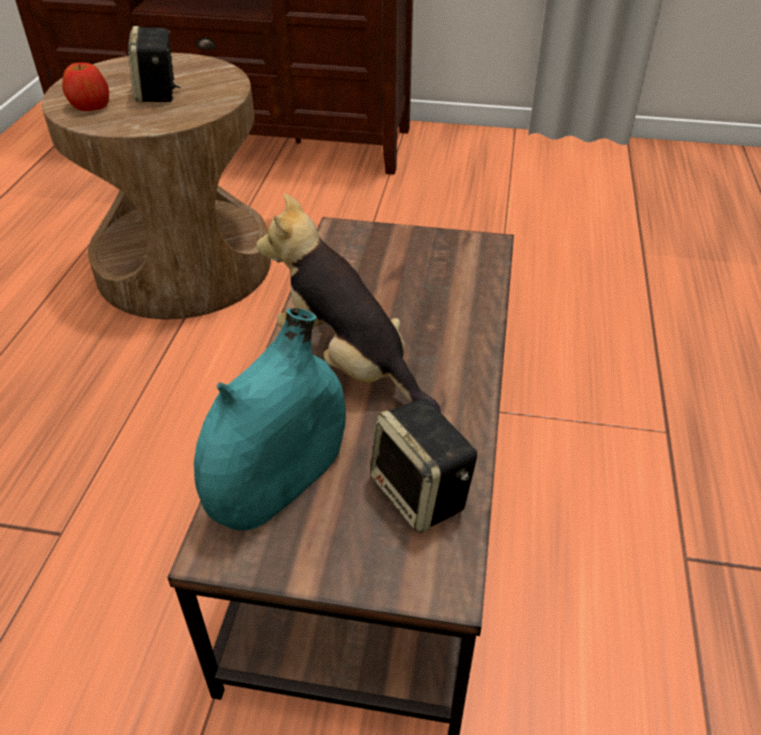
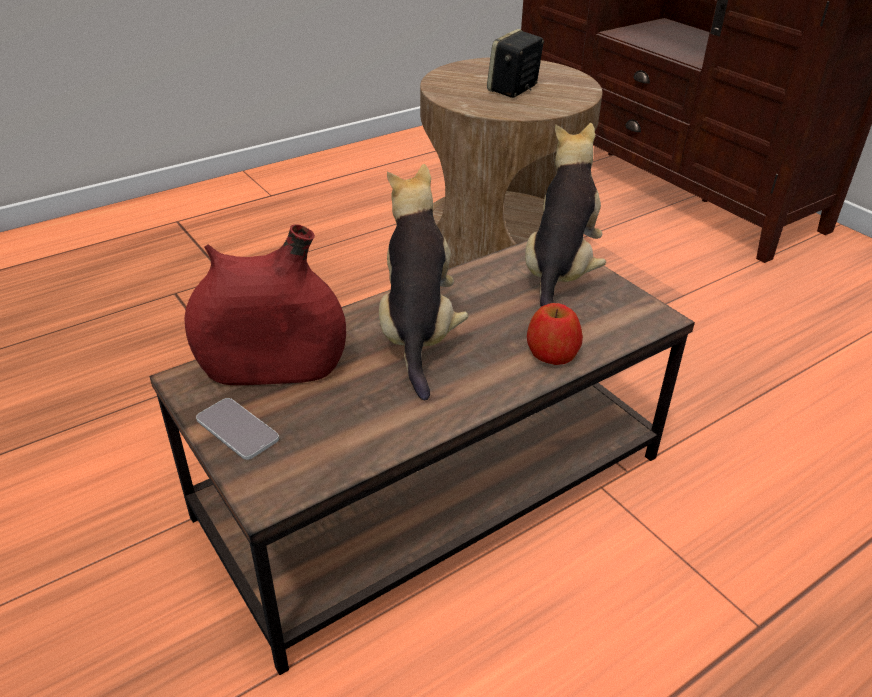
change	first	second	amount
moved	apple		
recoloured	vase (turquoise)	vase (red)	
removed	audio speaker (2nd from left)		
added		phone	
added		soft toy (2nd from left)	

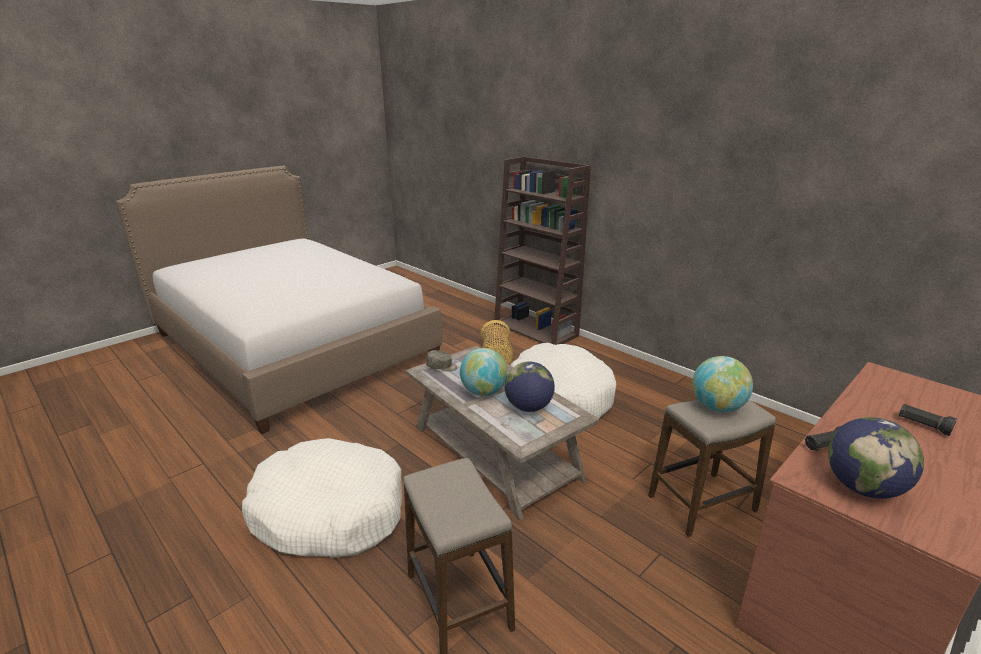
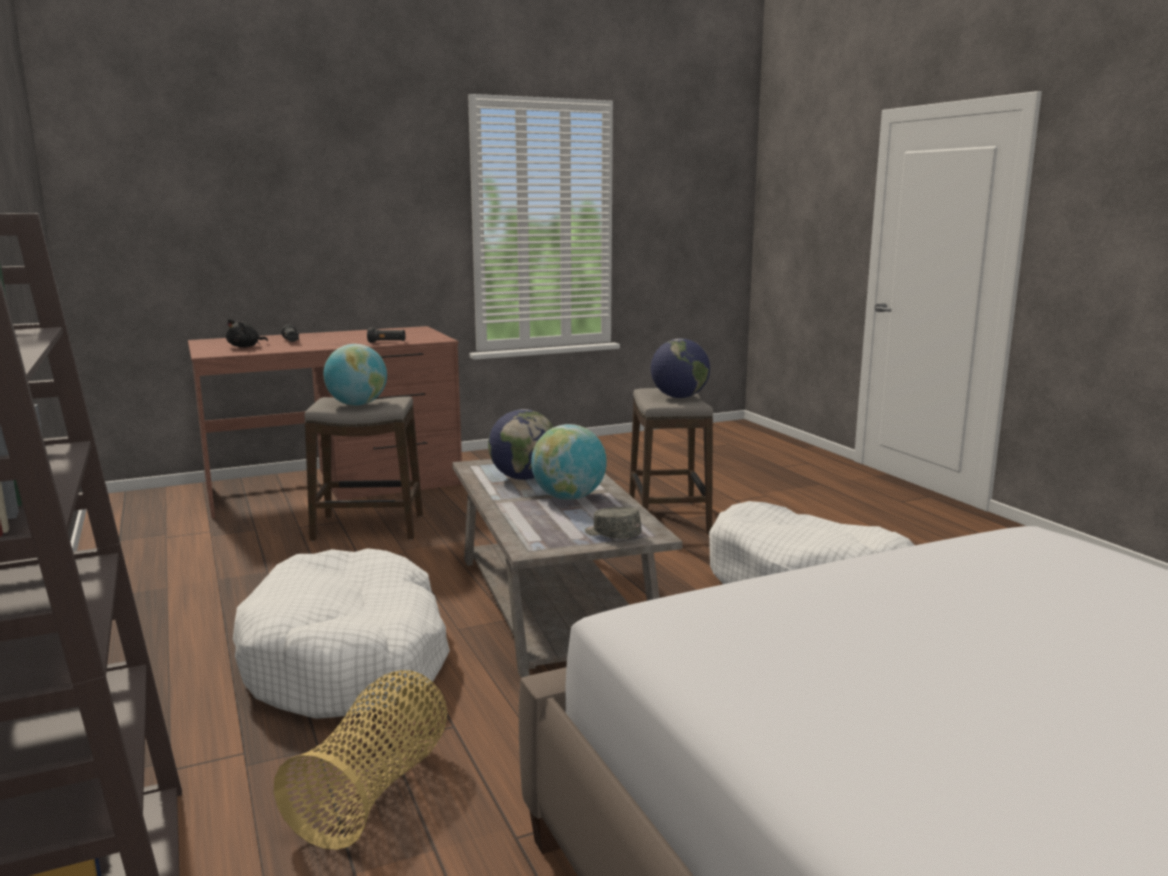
change	first	second	amount
moved	globe (4th from left)		
added		soft toy (blackish)	

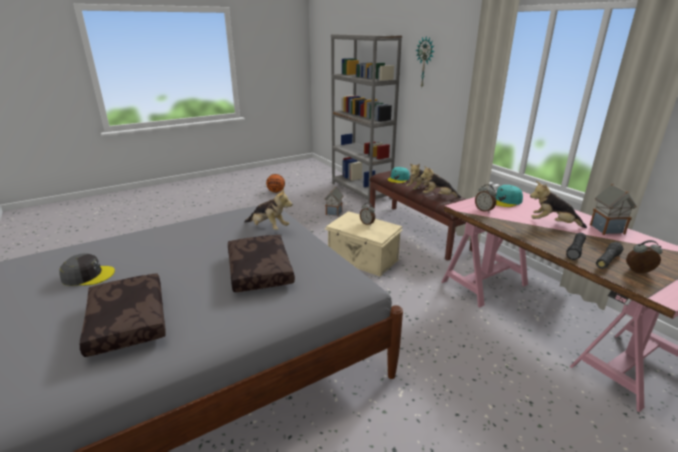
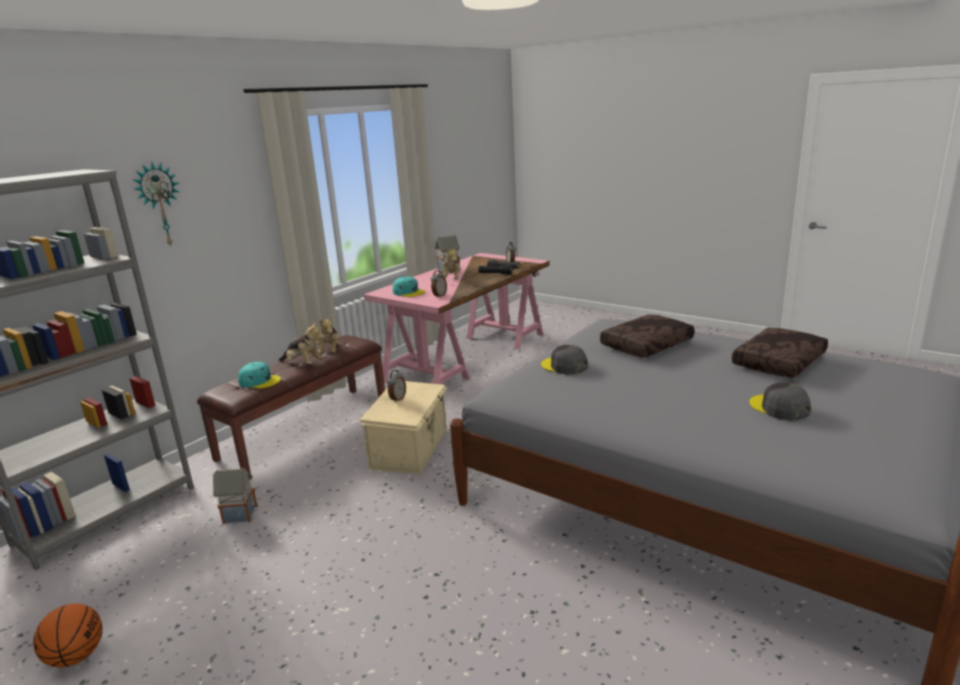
change	first	second	amount
replaced	soft toy (1st from left)	baseball cap (greyish) (1st from left)	

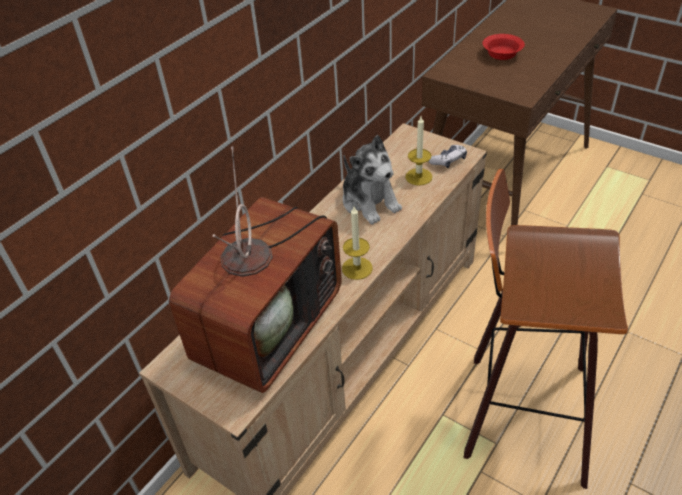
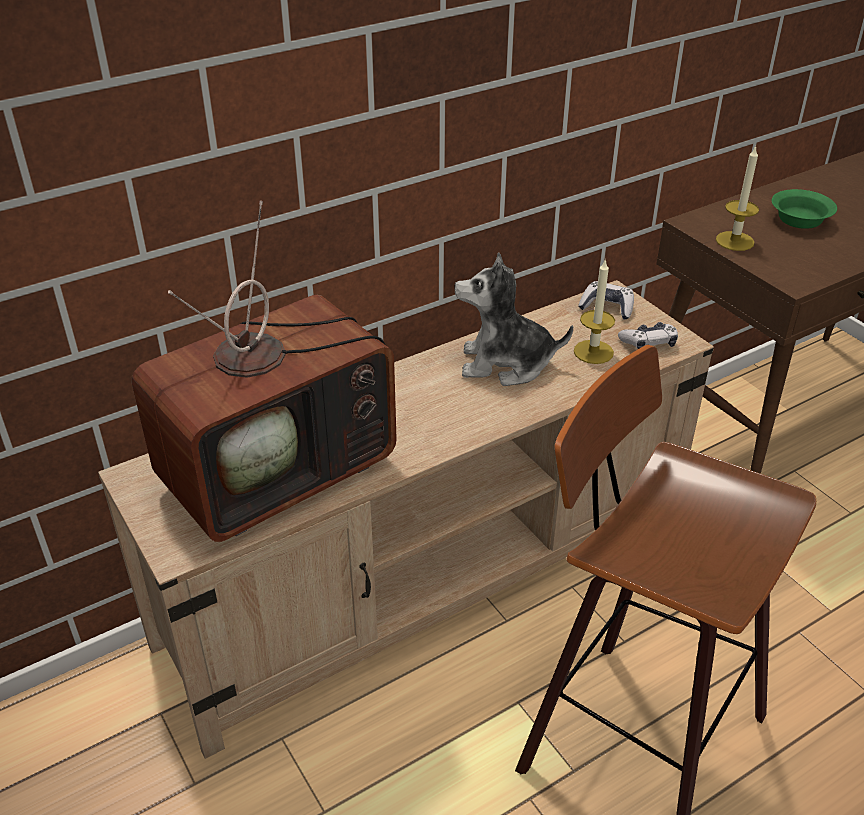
change	first	second	amount
moved	wax light (1st from left in the first image)	wax light (2nd from left)	
turned	soft toy		105 degrees clockwise
recoloured	serving bowl (red)	serving bowl (greenish)	
added		game controller (1st from left)	

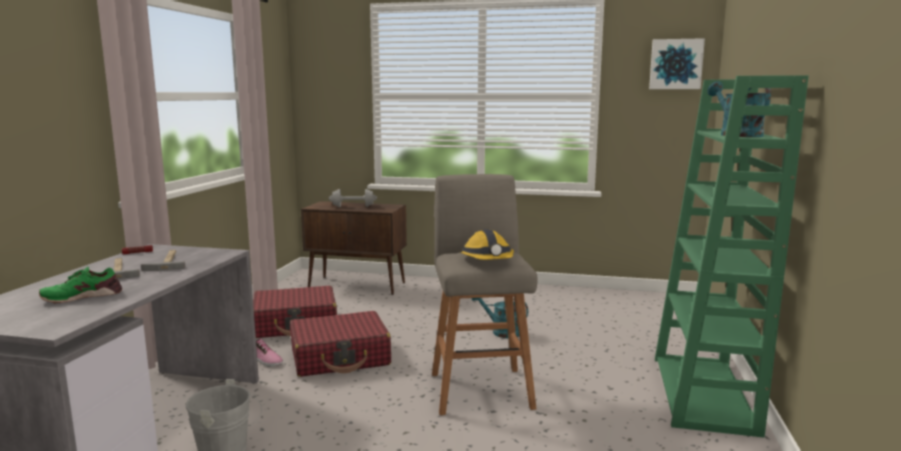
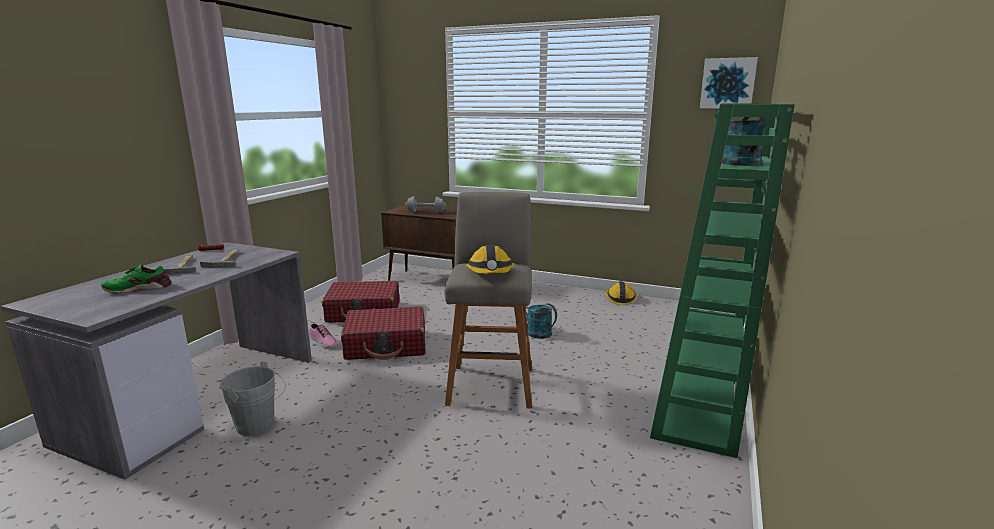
change	first	second	amount
added		work helmet (2nd from left)	

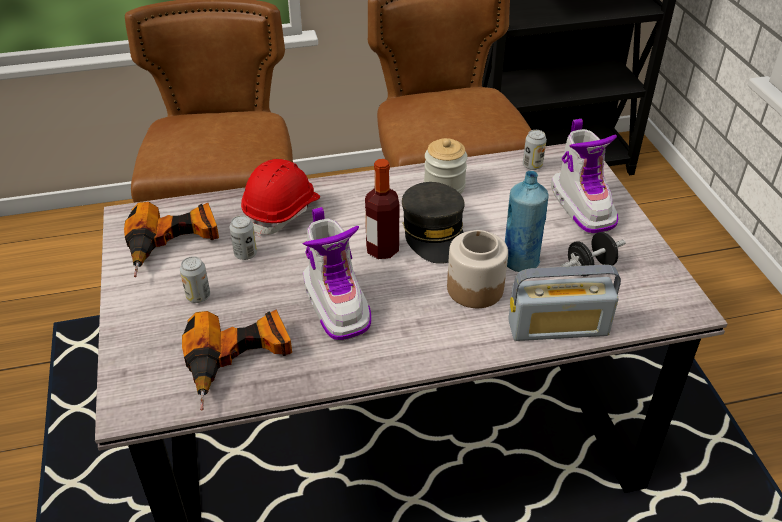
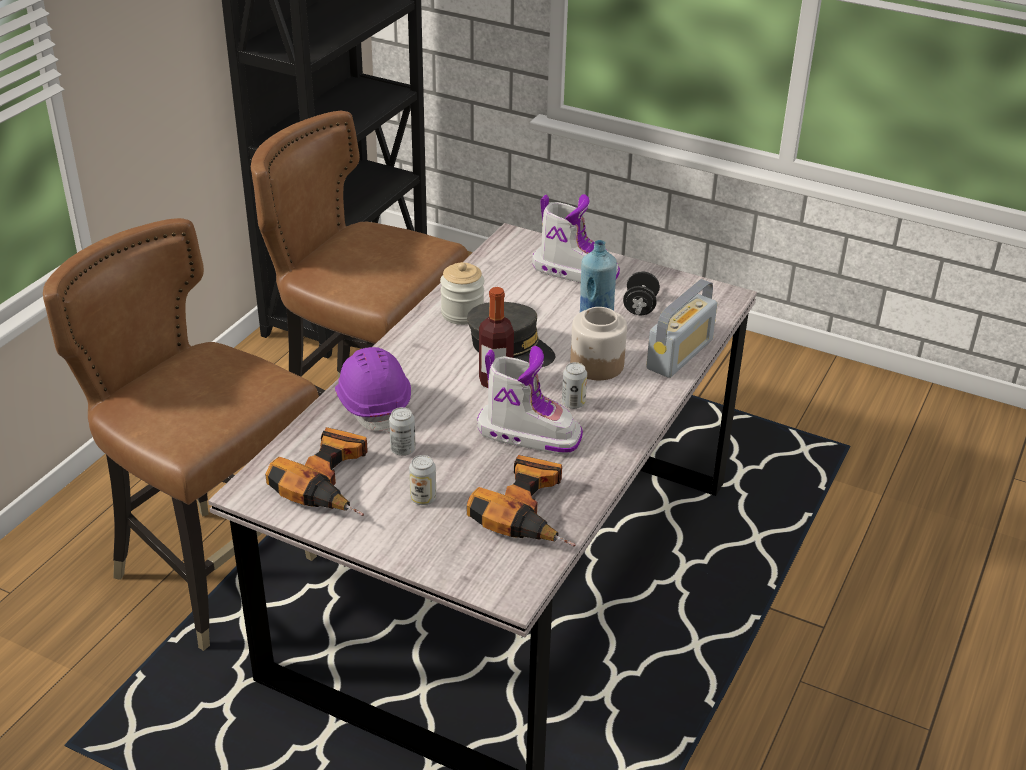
change	first	second	amount
recoloured	work helmet (red)	work helmet (purple)	
moved	metal can (3rd from left)		

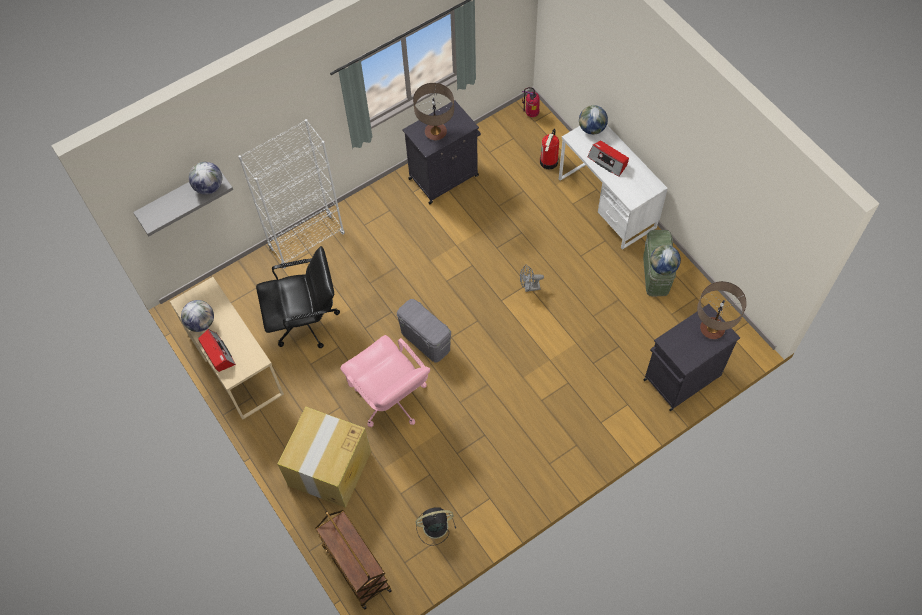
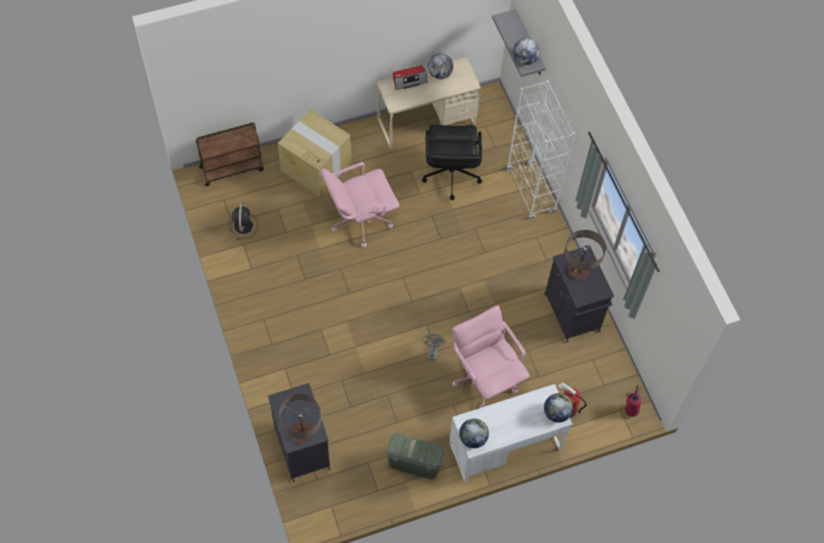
change	first	second	amount
removed	storage container (greyish)		
removed	radio (2nd from left)		
moved	globe (4th from left in the first image)	globe (2nd from left)	
added		office chair (pink) (2nd from left)	

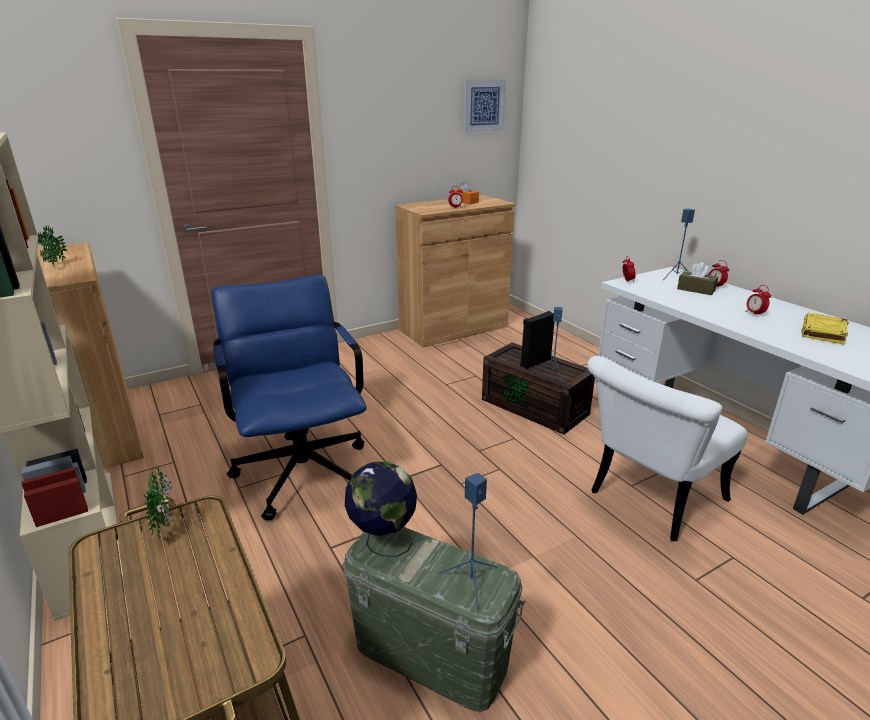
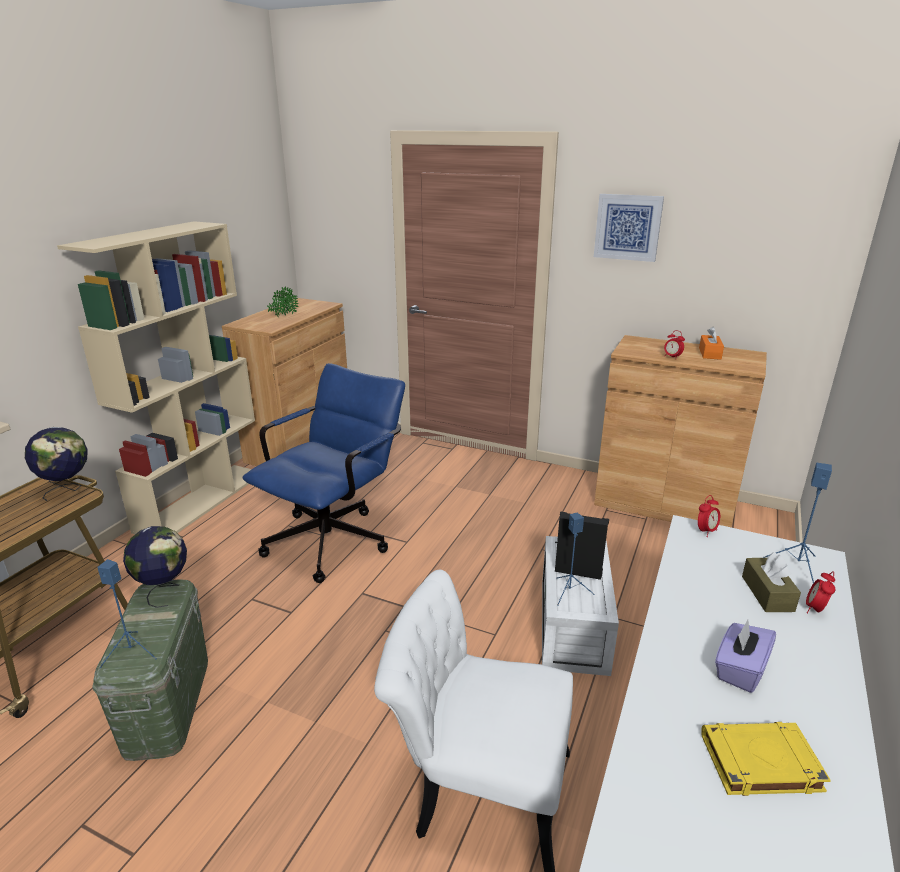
change	first	second	amount
replaced	plant in a pot (2nd from left)	globe (1st from left)	
moved	wall picture		
recoloured	storage container (brown-coloured)	storage container (white-coloured)	
replaced	table clock (4th from left)	box of tissues (purple)	

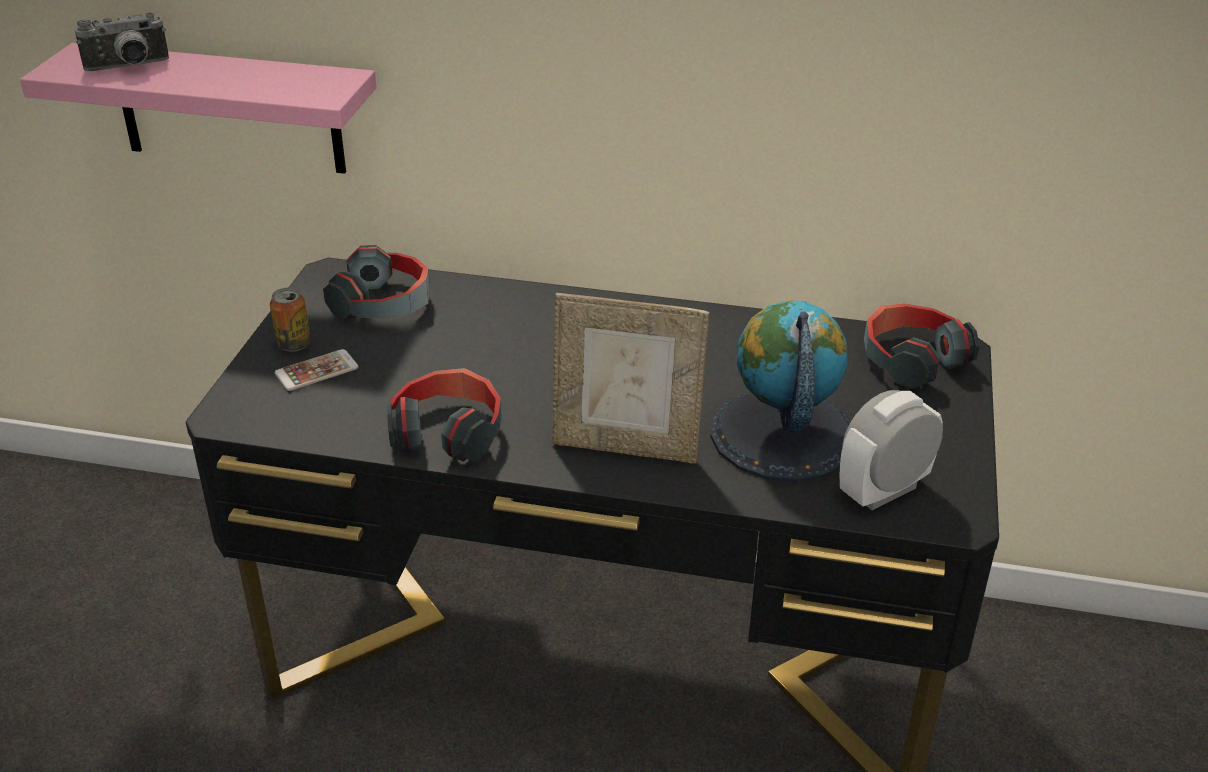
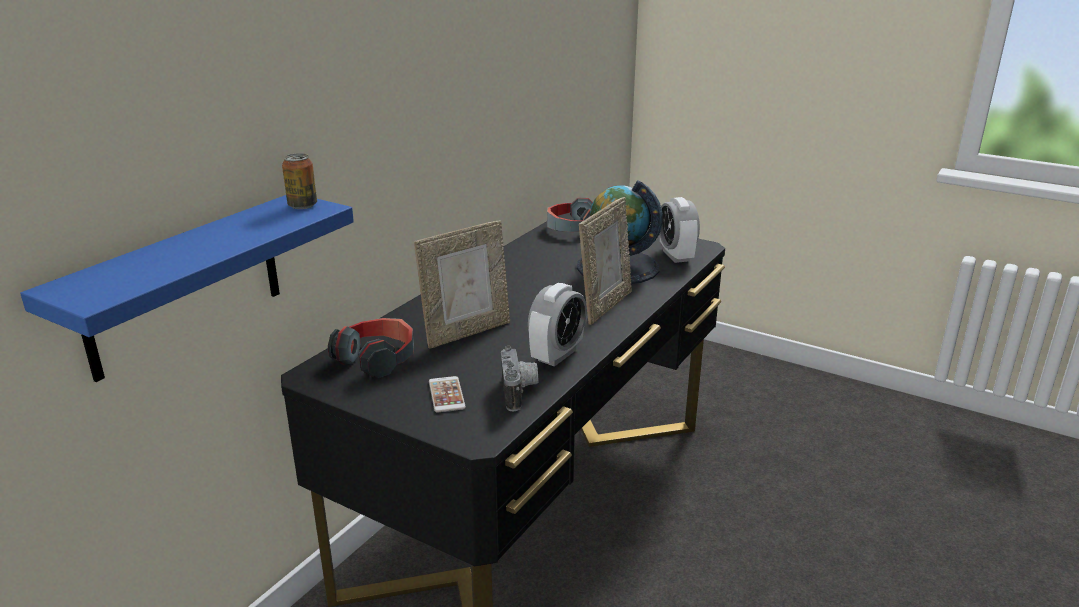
change	first	second	amount
recoloured	wall shelf (pink)	wall shelf (bluish)	
moved	photo camera		
moved	metal can		
replaced	pair of headphones (2nd from left)	table clock (1st from left)	
added		picture frame (1st from left)	

